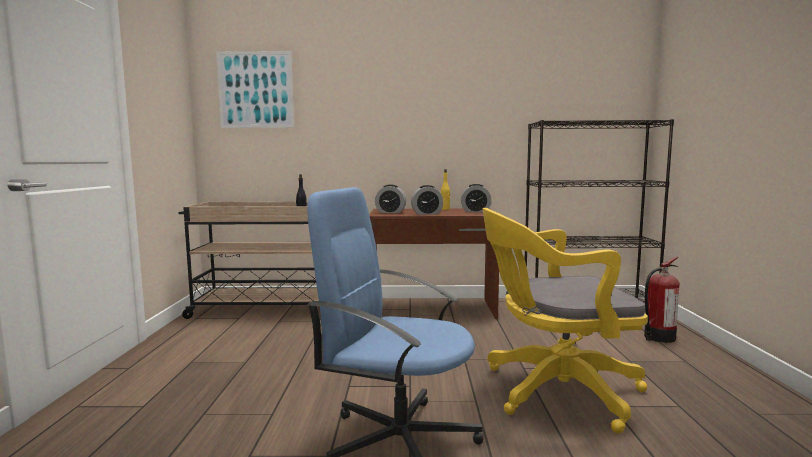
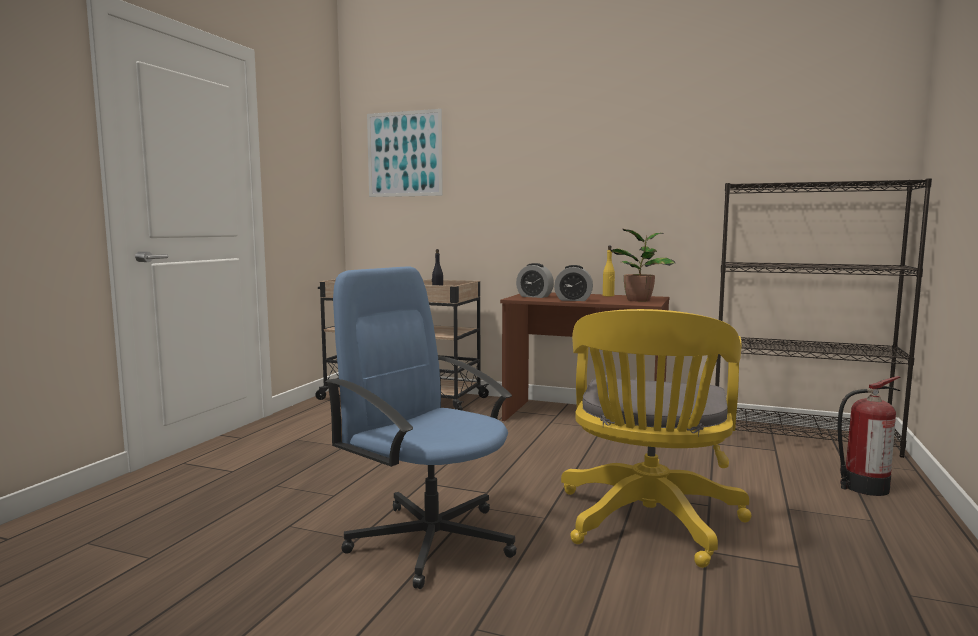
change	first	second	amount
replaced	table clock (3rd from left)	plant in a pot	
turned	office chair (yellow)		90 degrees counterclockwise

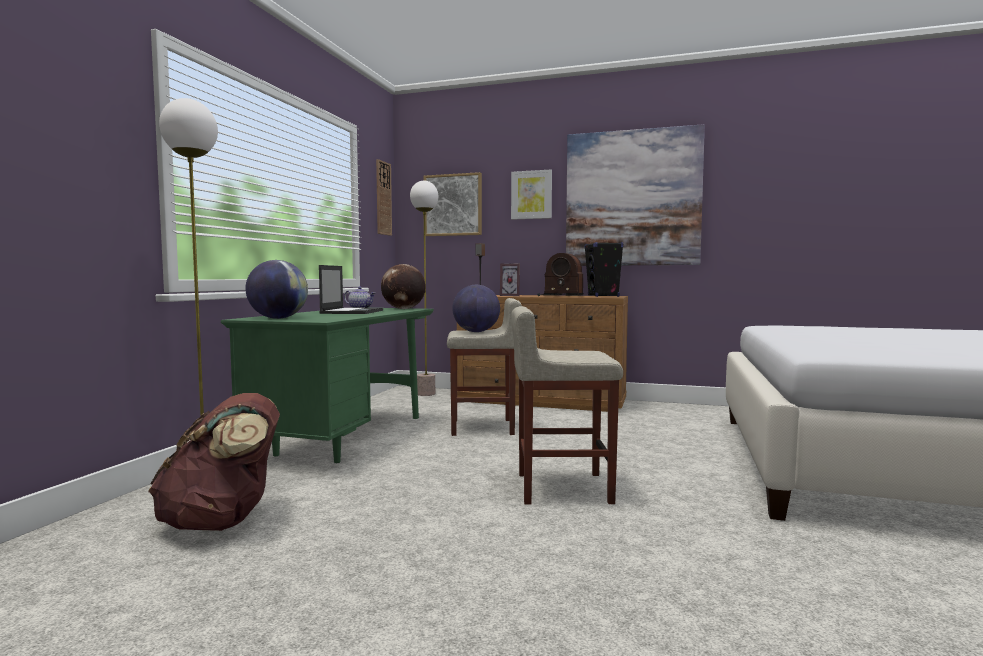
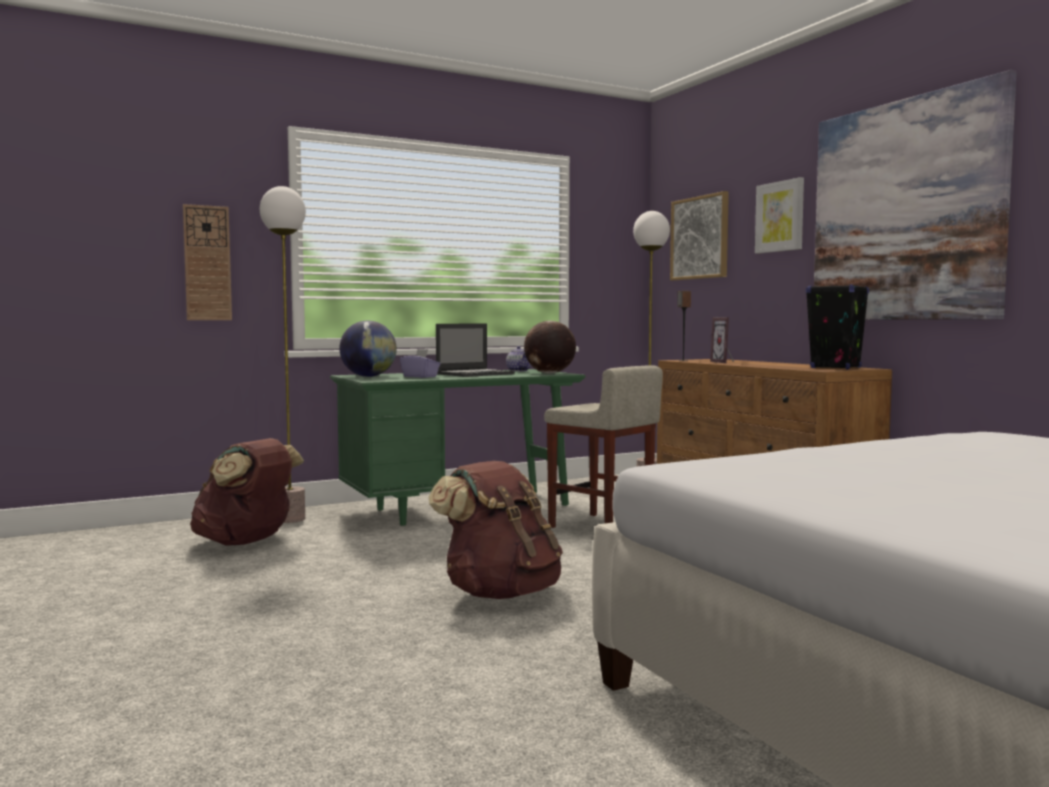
change	first	second	amount
moved	wall clock		
removed	globe (3rd from left)		
replaced	stool (beige-coloured) (2nd from left)	backpack (brown-coloured) (2nd from left)	
removed	radio		
added		box of tissues (purple)	

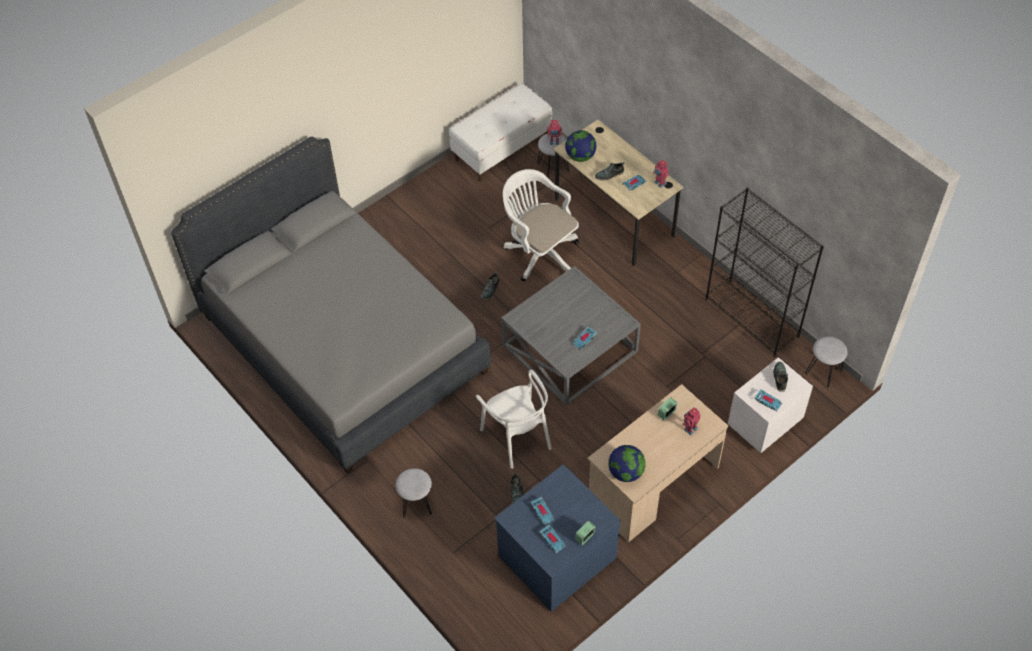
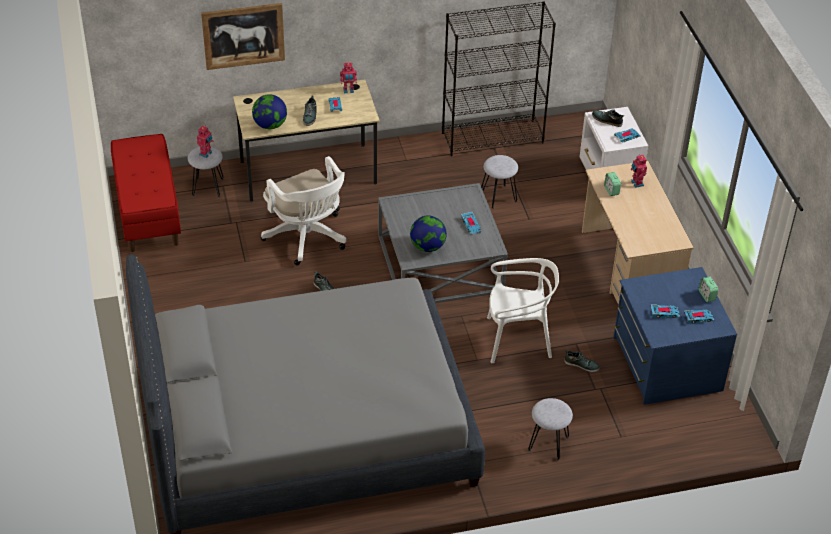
change	first	second	amount
recoloured	indoor bench (white-coloured)	indoor bench (red)	
turned	office chair (white-coloured)		105 degrees counterclockwise
moved	globe (2nd from left)		
moved	stool (greyish) (3rd from left in the first image)	stool (greyish) (2nd from left)	
added		wall picture	

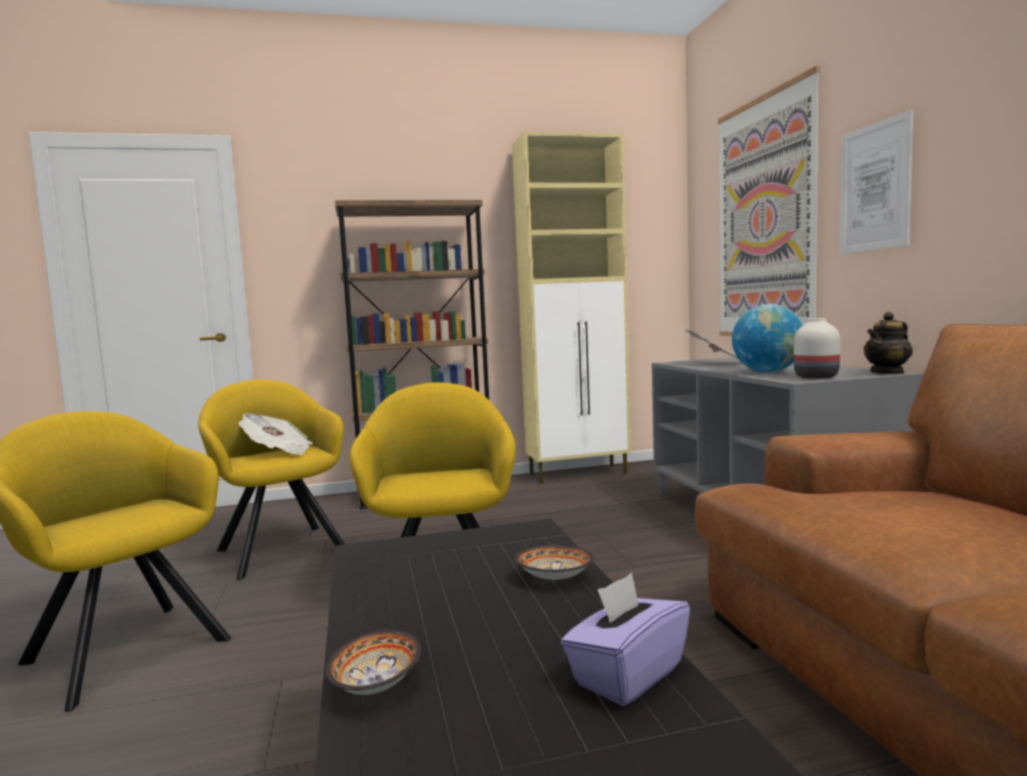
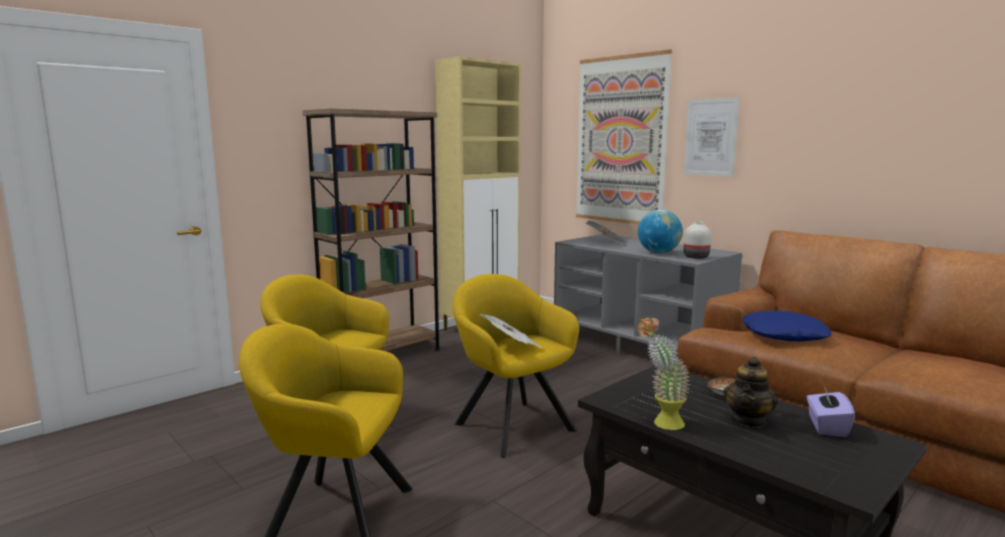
change	first	second	amount
moved	daily paper (1st from left)		
removed	serving bowl (1st from left)		
moved	pot for tea		
added		plant in a pot	
added		cushion (bluish)	

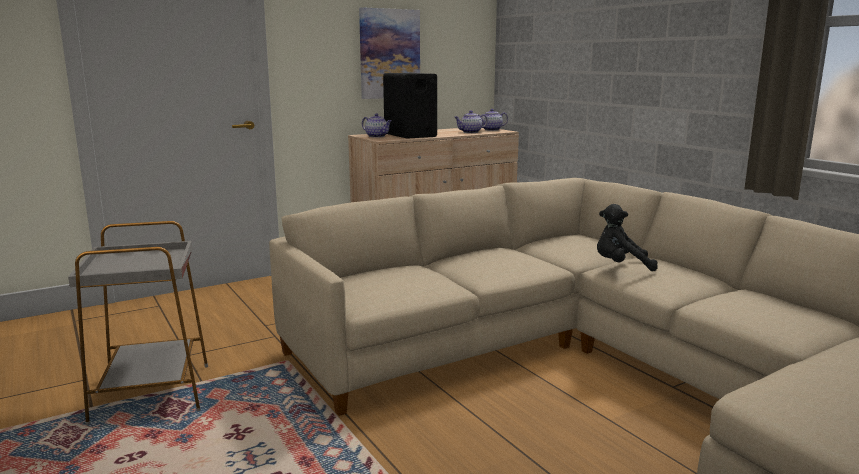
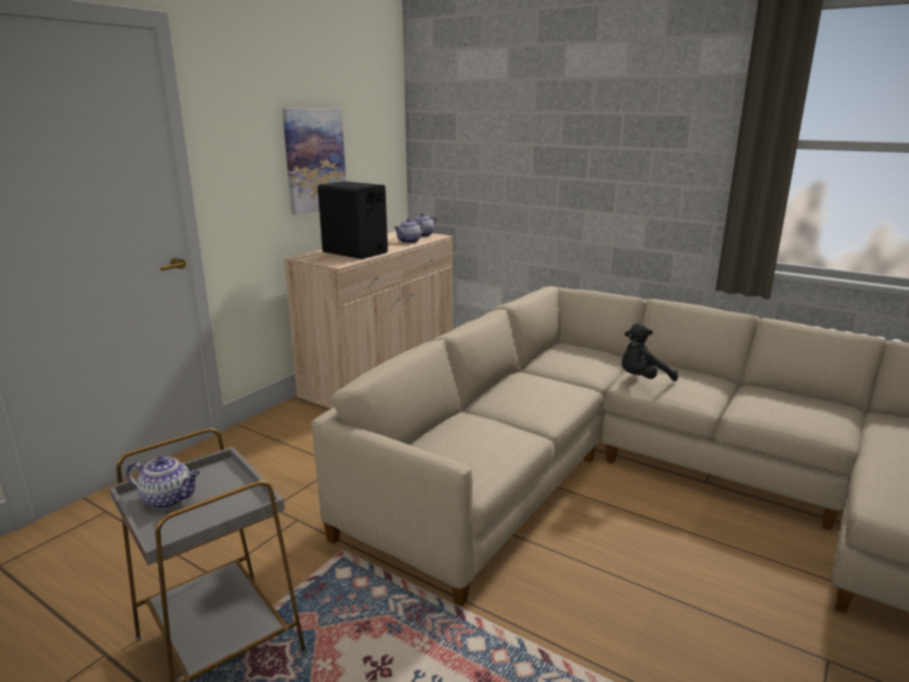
change	first	second	amount
moved	pot for tea (1st from left)		

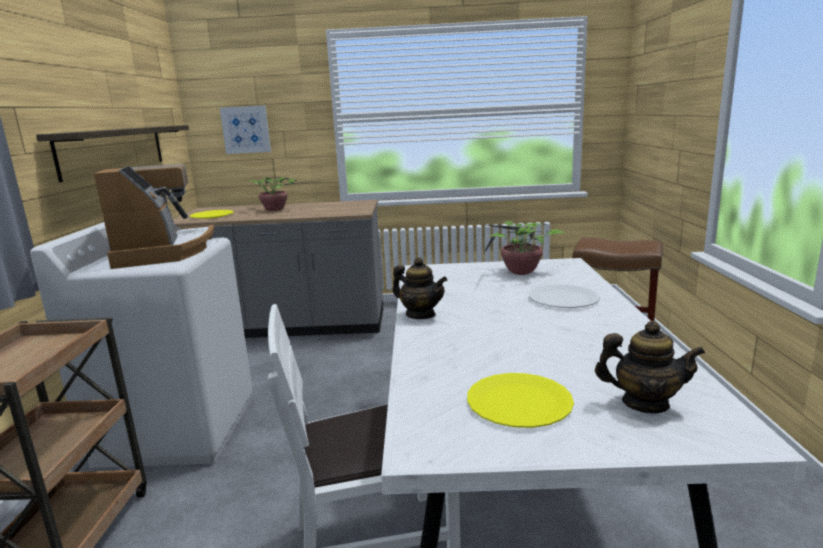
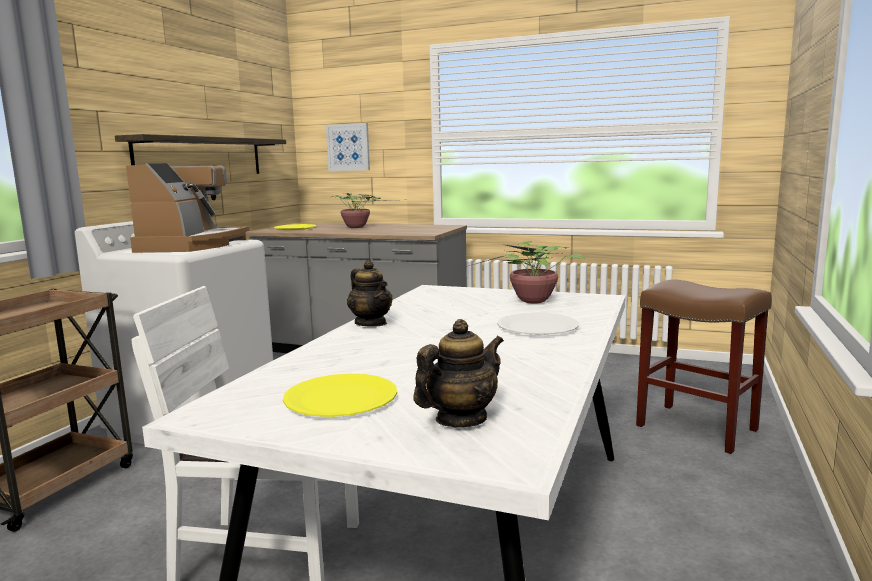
change	first	second	amount
turned	pot for tea (2nd from left)		75 degrees counterclockwise

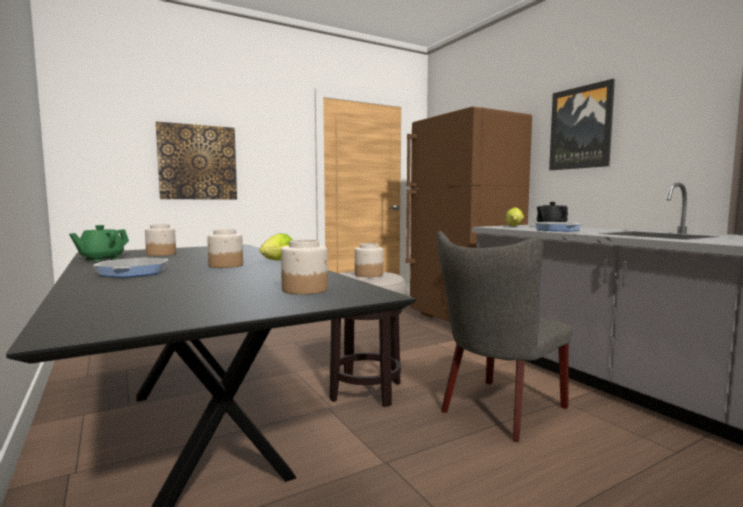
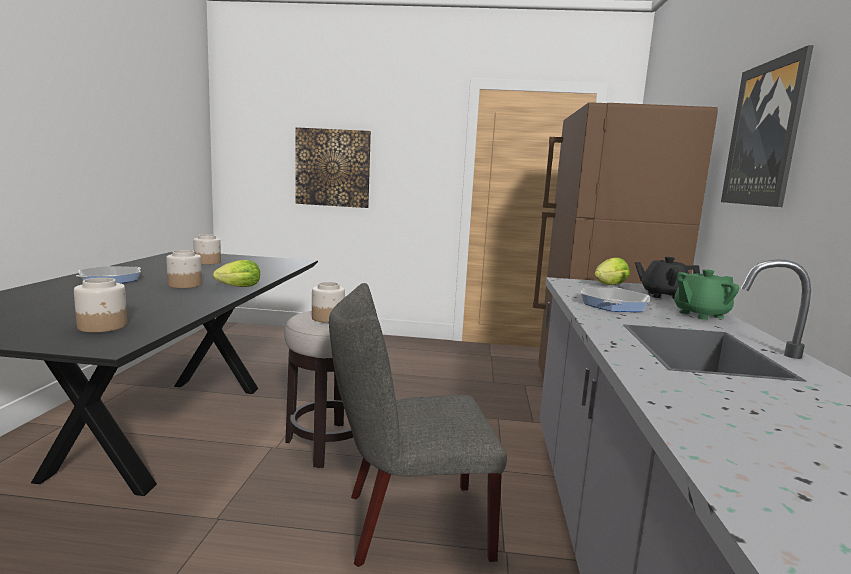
change	first	second	amount
moved	pot for tea (greenish)		

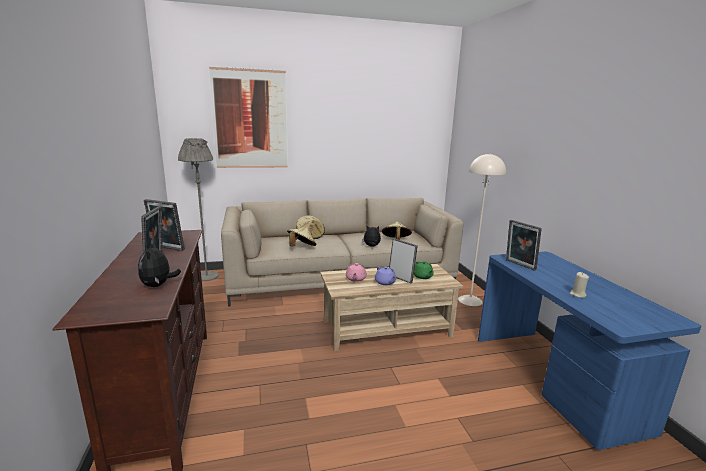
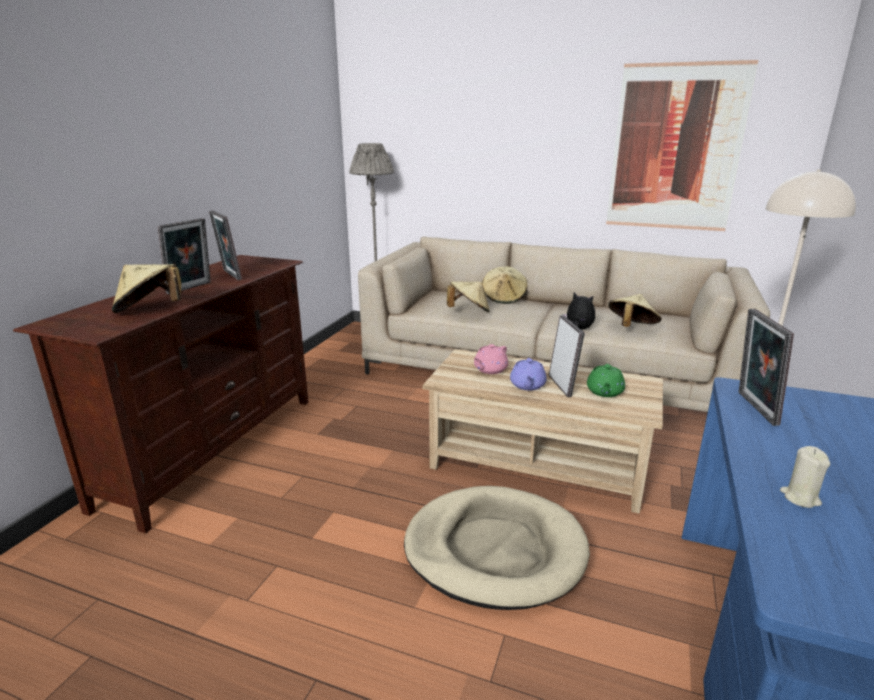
change	first	second	amount
replaced	soft toy (1st from left)	hat (beige-coloured) (1st from left)	
moved	wall picture		
added		dog bed (beige-coloured)	

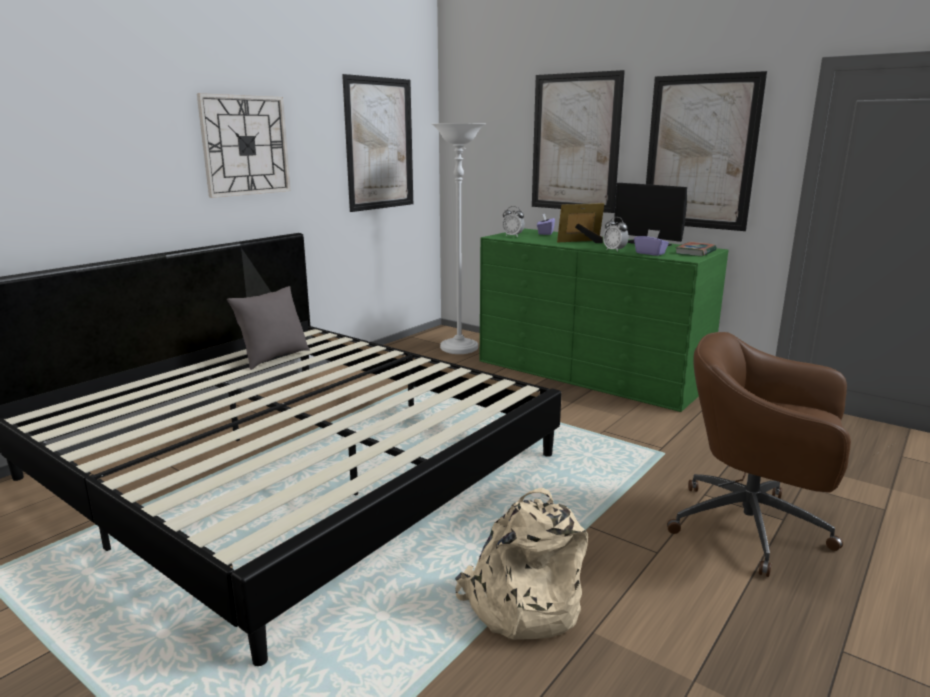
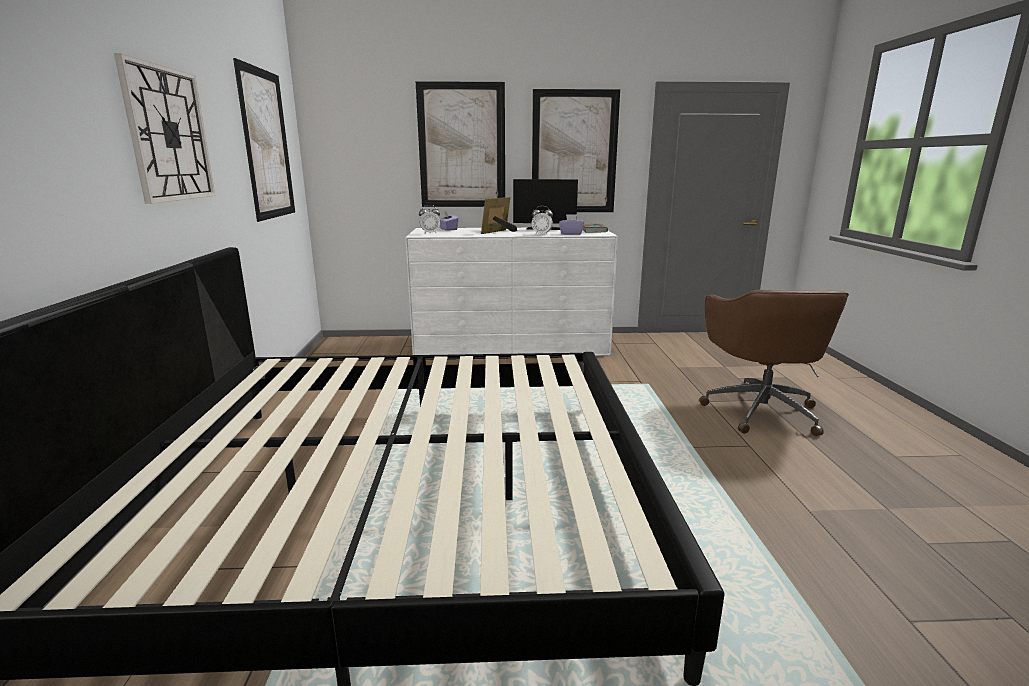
change	first	second	amount
removed	cushion (greyish)		
removed	floor lamp (white-coloured)		
removed	backpack (beige-coloured)		
recoloured	chest of drawers (greenish)	chest of drawers (white-coloured)	
turned	office chair (brown-coloured)		75 degrees counterclockwise

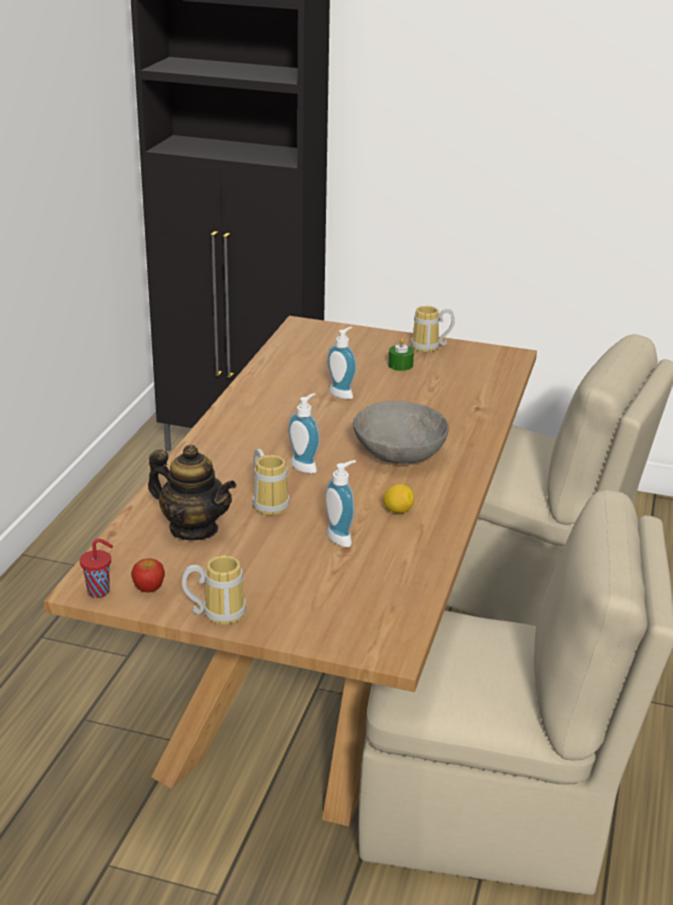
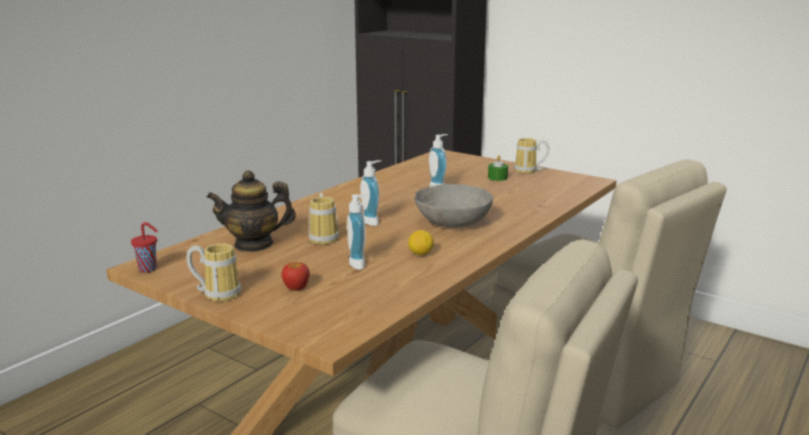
change	first	second	amount
moved	apple		
turned	pot for tea		120 degrees clockwise

